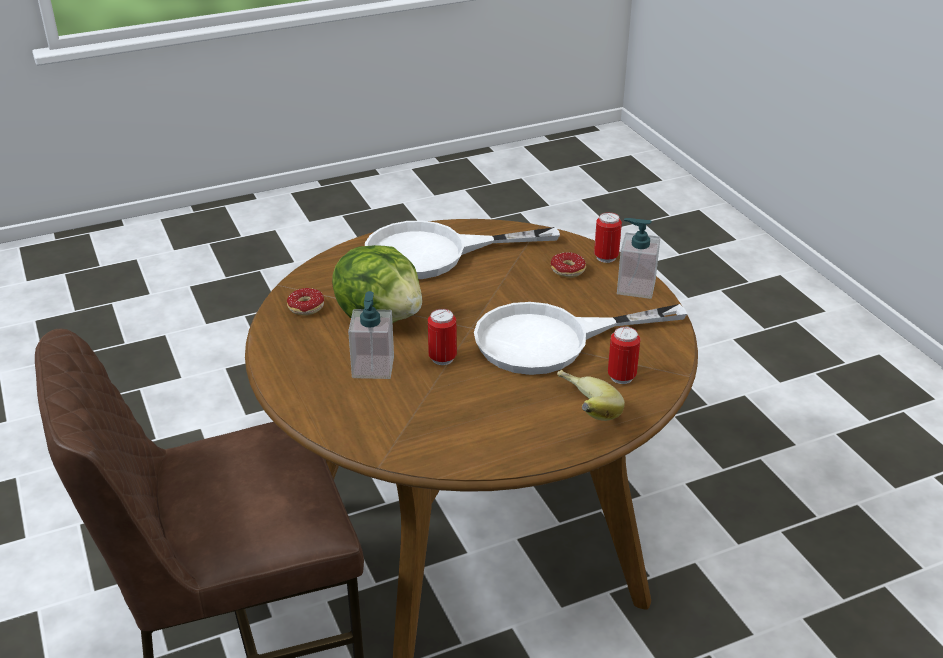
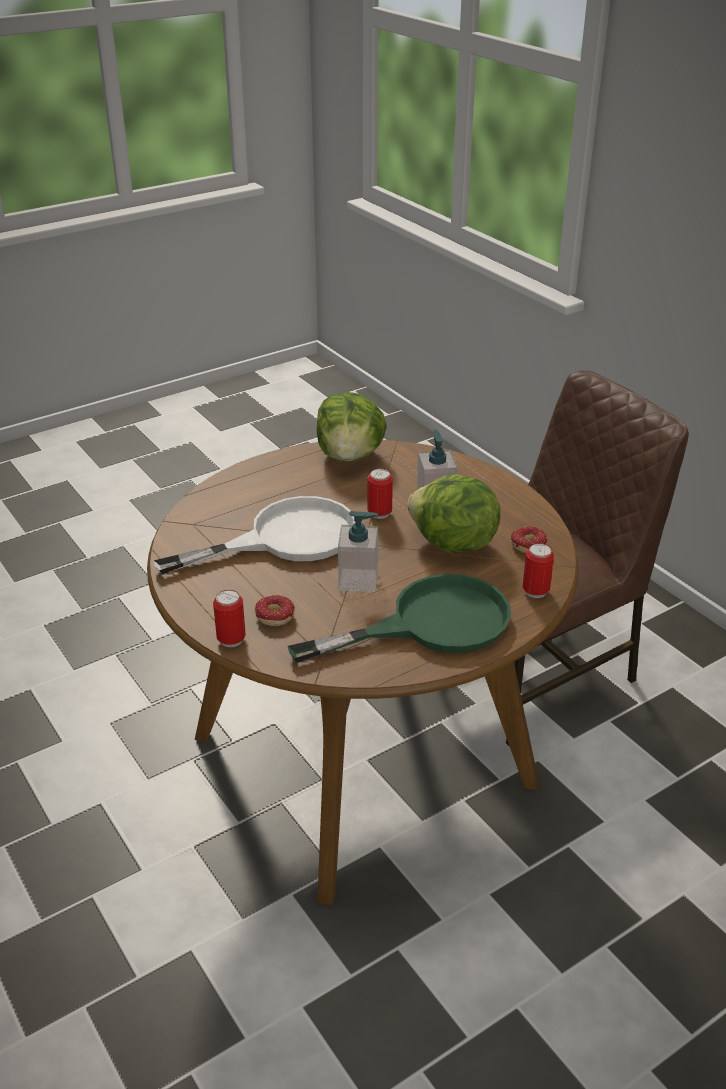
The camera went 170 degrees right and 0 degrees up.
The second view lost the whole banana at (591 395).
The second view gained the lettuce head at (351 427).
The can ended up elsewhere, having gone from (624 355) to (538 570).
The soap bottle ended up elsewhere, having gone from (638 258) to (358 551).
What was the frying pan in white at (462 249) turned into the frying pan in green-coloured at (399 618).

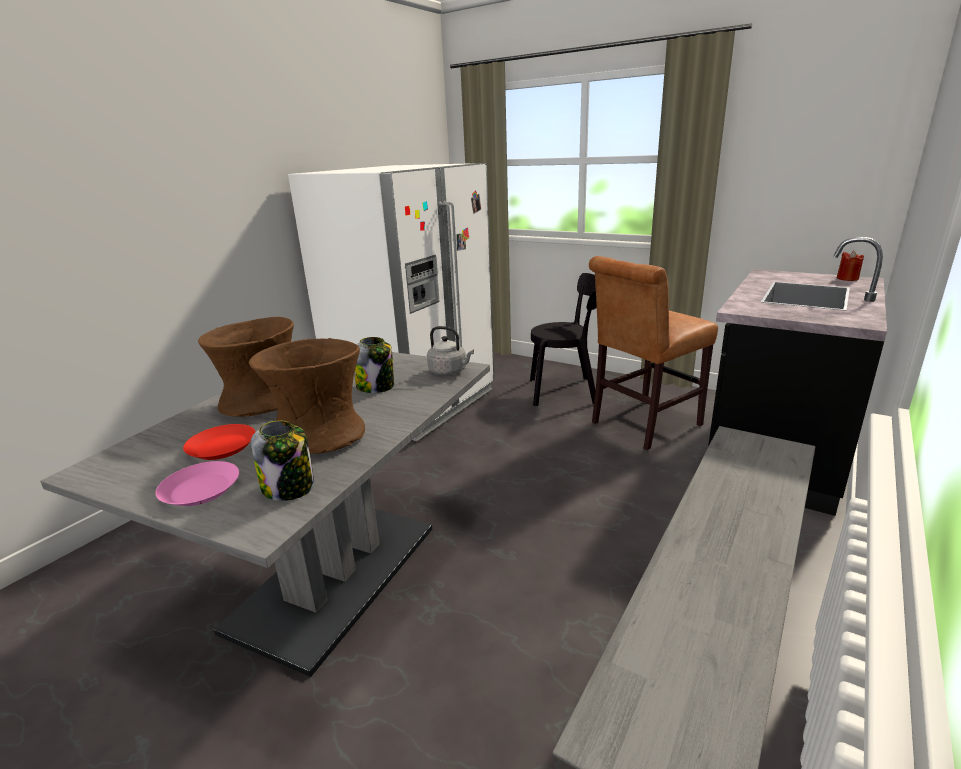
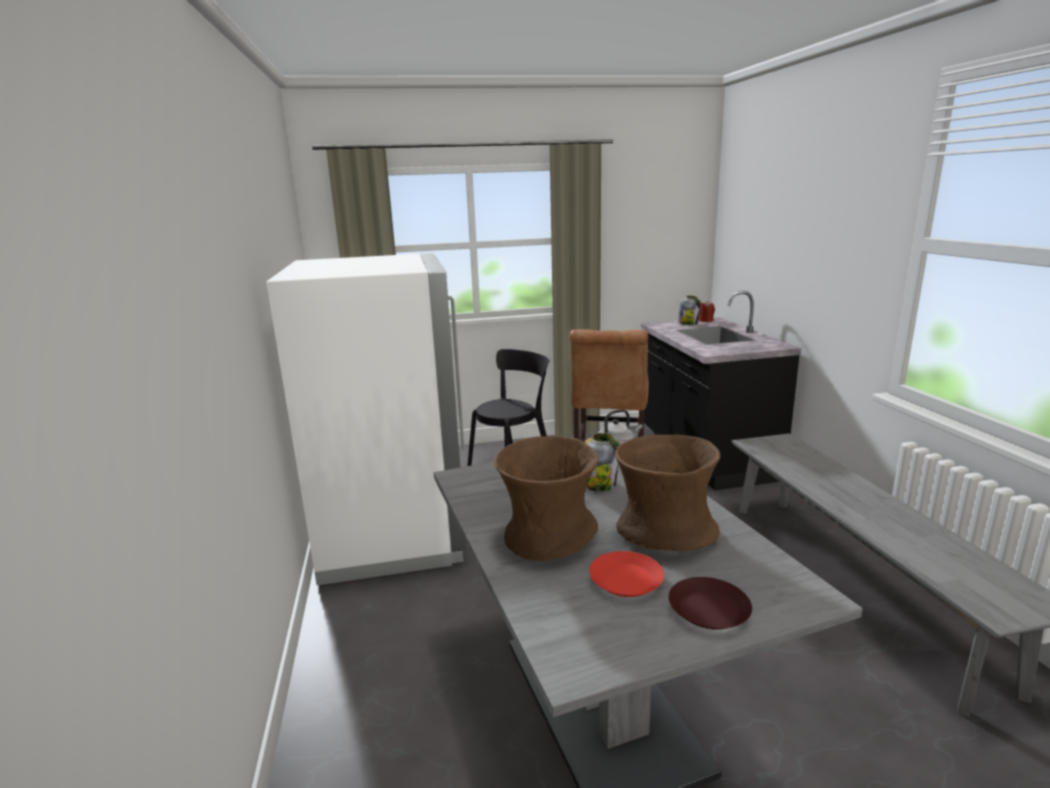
The camera went 45 degrees left and 5 degrees down.
The jar ended up elsewhere, having gone from (282 461) to (689 310).
What was the dinner plate in pink-coloured at (197 483) turned into the dinner plate in brown-coloured at (710 603).

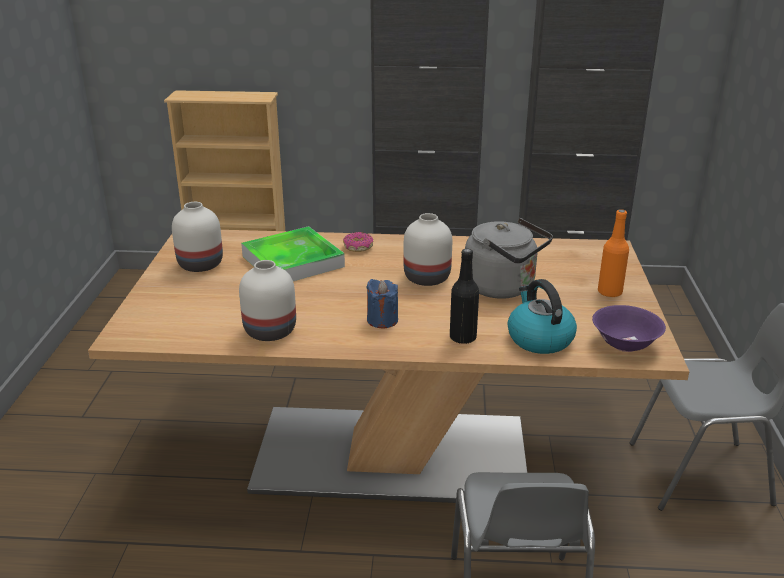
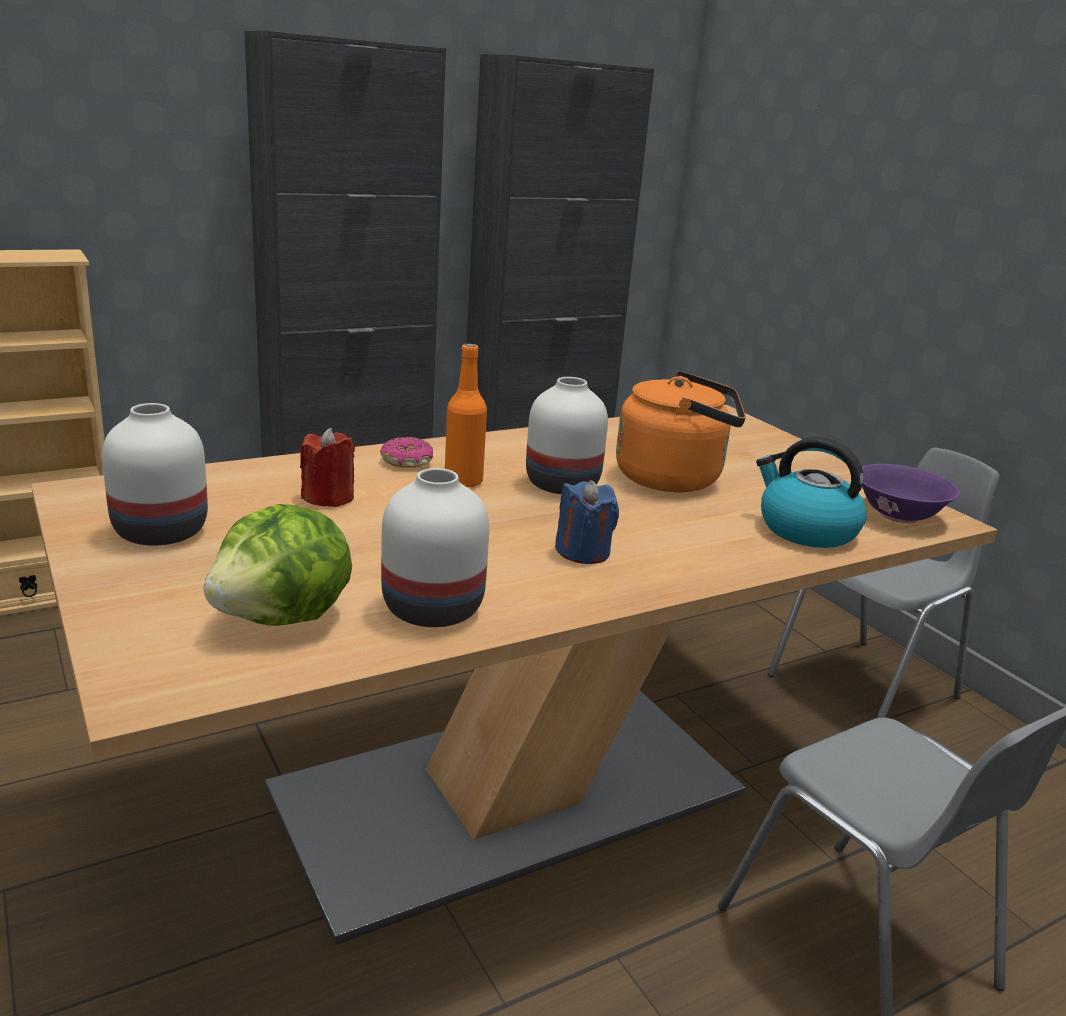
The camera went 35 degrees left and 5 degrees down.
The second view lost the bottle in black-coloured at (464 296).
The second view gained the lettuce head at (277 565).
The bottle in orange ended up elsewhere, having gone from (613 253) to (466 416).
Where the serving tray stood at (293 253), the wax candle in red-coloured came to stand at (327 467).
What was the kettle in gray at (509 258) turned into the kettle in orange at (681 431).

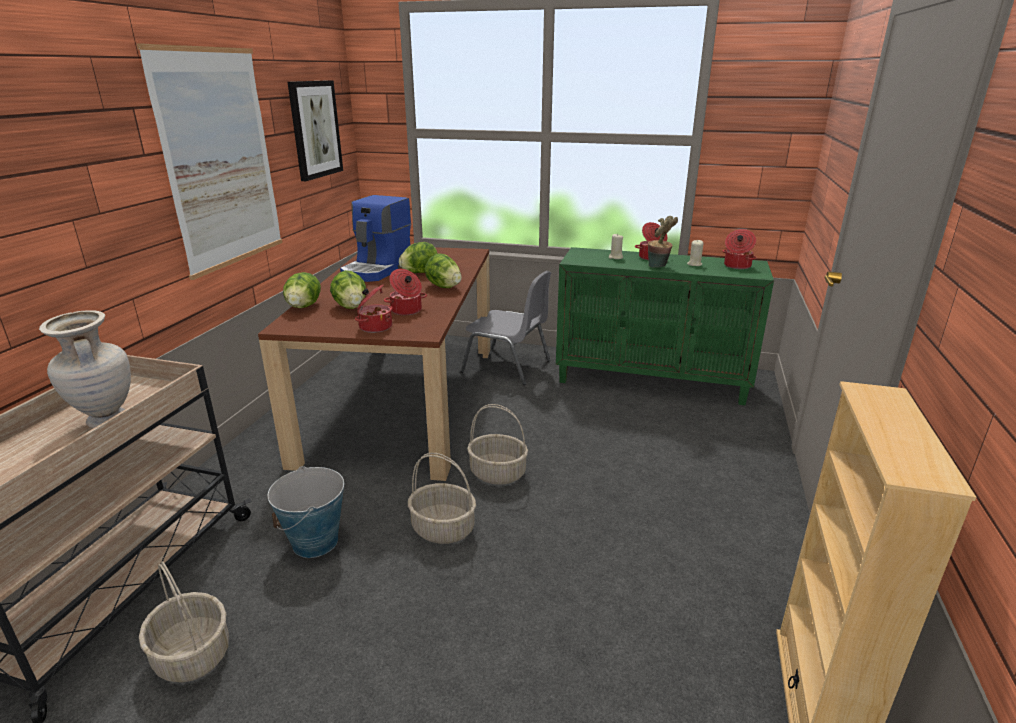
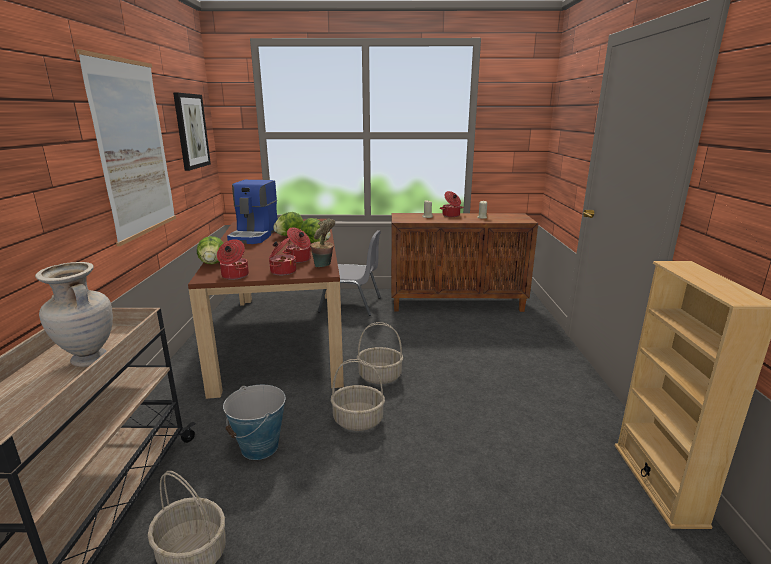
The camera went 15 degrees left and 5 degrees down.
The second view lost the lettuce head at (348 289).
The houseplant ended up elsewhere, having gone from (663 242) to (323 243).
The cooking pot ended up elsewhere, having gone from (739 249) to (233 259).
What was the cabinet in green-coloured at (665 326) turned into the cabinet in brown-coloured at (464 262).

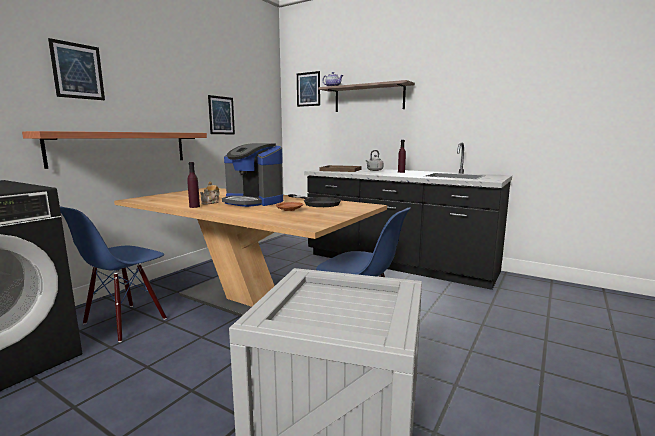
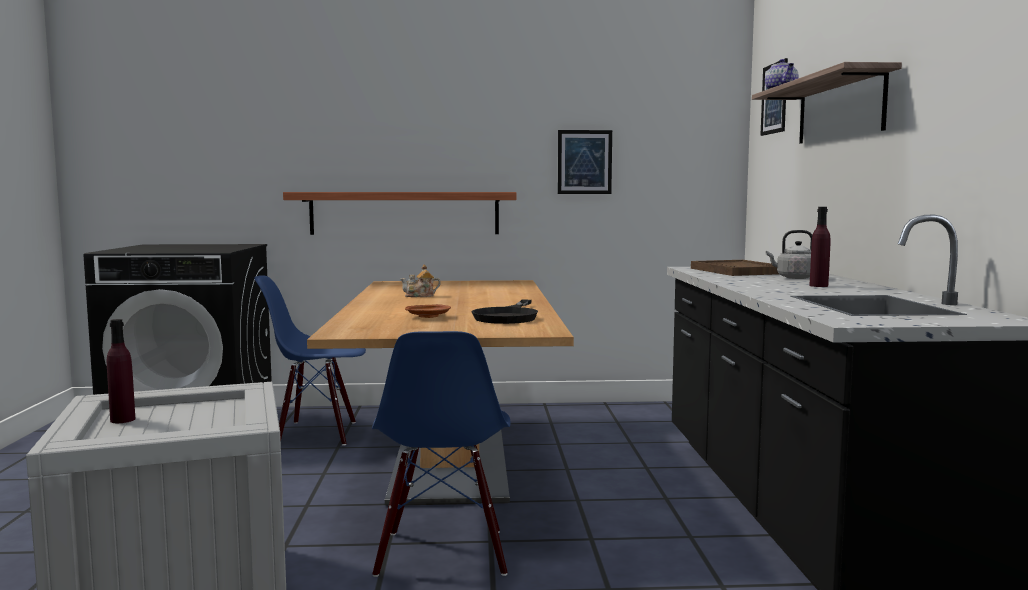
The camera went 55 degrees right and 5 degrees down.
The second view lost the picture at (76 69).
The second view lost the coffee machine at (252 175).
The bottle in purplish ended up elsewhere, having gone from (193 185) to (121 371).

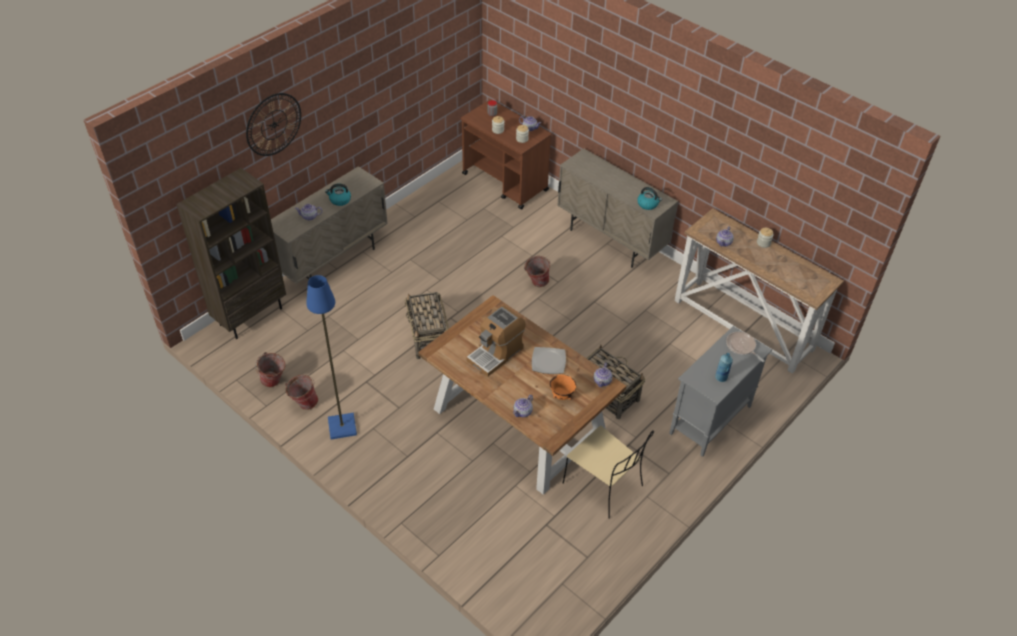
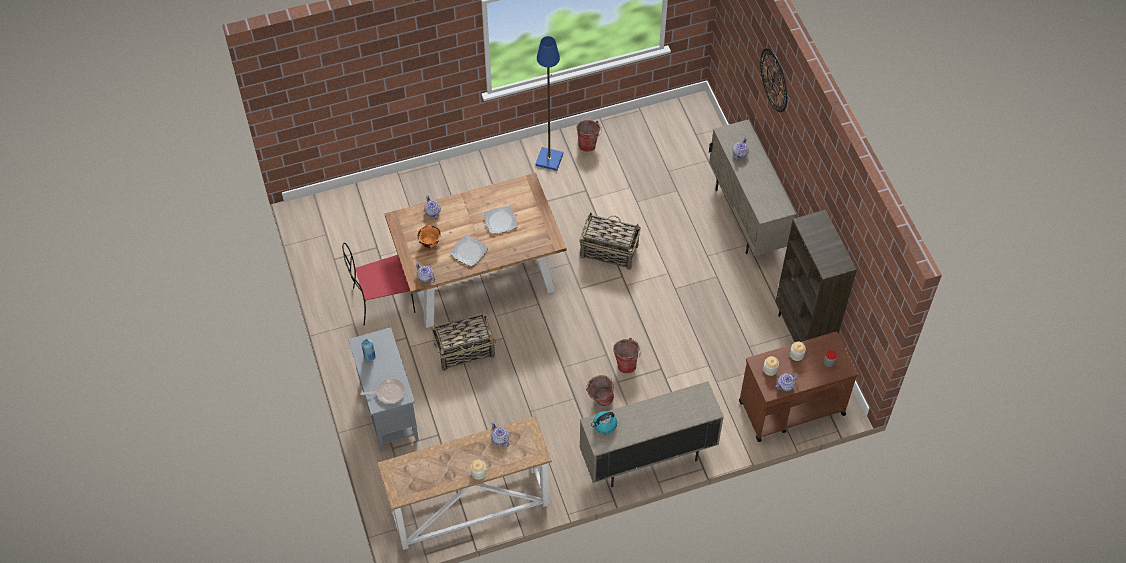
The camera went 120 degrees right and 10 degrees up.
The second view lost the kettle at (338 195).
The shelving unit in brown-coloured ended up elsewhere, having gone from (231 253) to (816 276).
The bucket ended up elsewhere, having gone from (270 369) to (600 390).
Where the coffee machine stood at (496 341), the dinner plate came to stand at (501 220).
What was the plain chair in beige-coloured at (608 472) turned into the plain chair in red-coloured at (378 284).

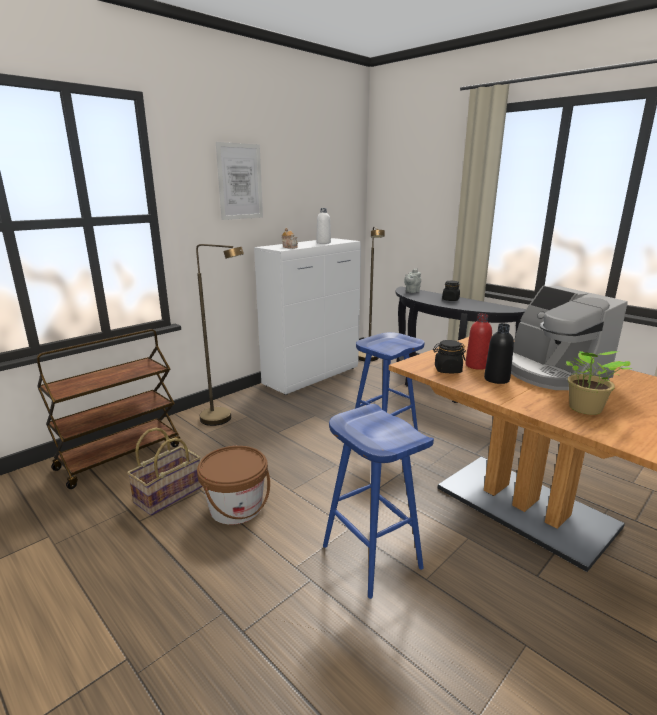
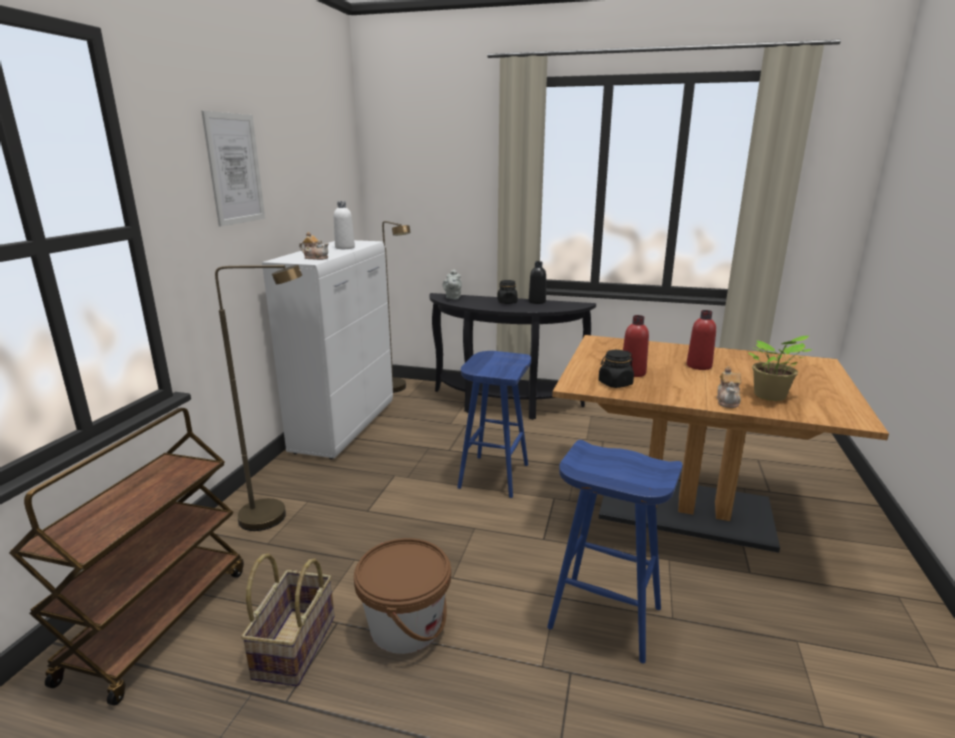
The camera went 30 degrees left and 0 degrees up.
The second view gained the pot for tea at (729 387).
The bottle in black-coloured ended up elsewhere, having gone from (499 353) to (537 282).
Where the coffee machine stood at (569 338), the bottle in red-coloured came to stand at (701 340).

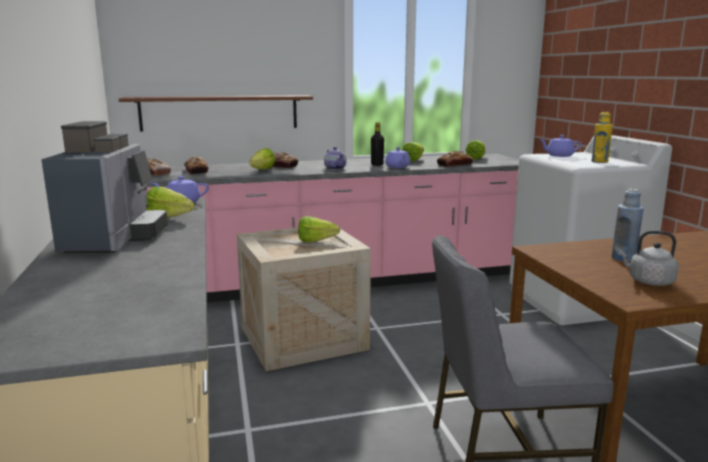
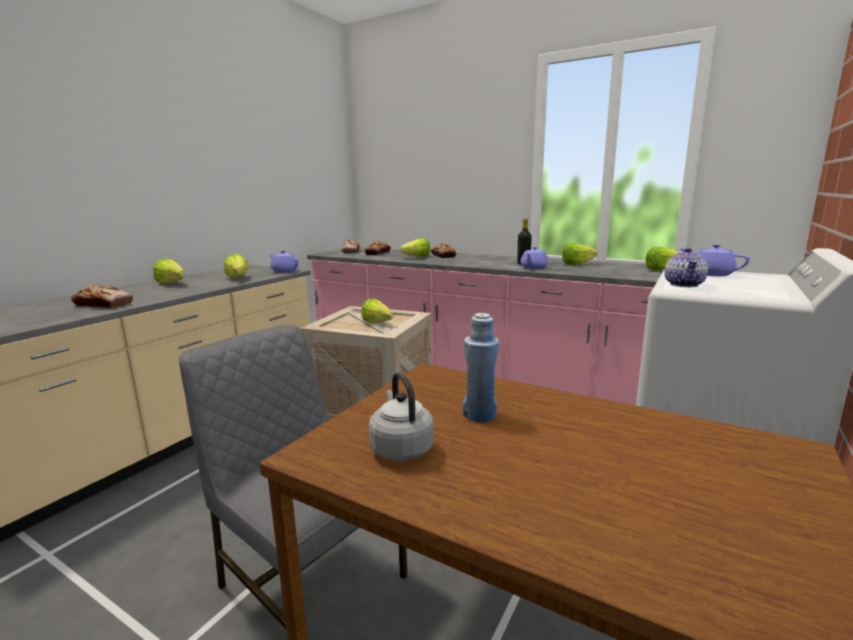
The camera went 45 degrees right and 0 degrees up.
The second view lost the wall shelf in brown-coloured at (216 113).
The second view lost the bottle in yellow at (602 137).
The pot for tea ended up elsewhere, having gone from (335 158) to (686 267).
The bakery bread ended up elsewhere, having gone from (455 159) to (102 296).
Where the coffee machine stood at (104 187), the lettuce head came to stand at (168 271).

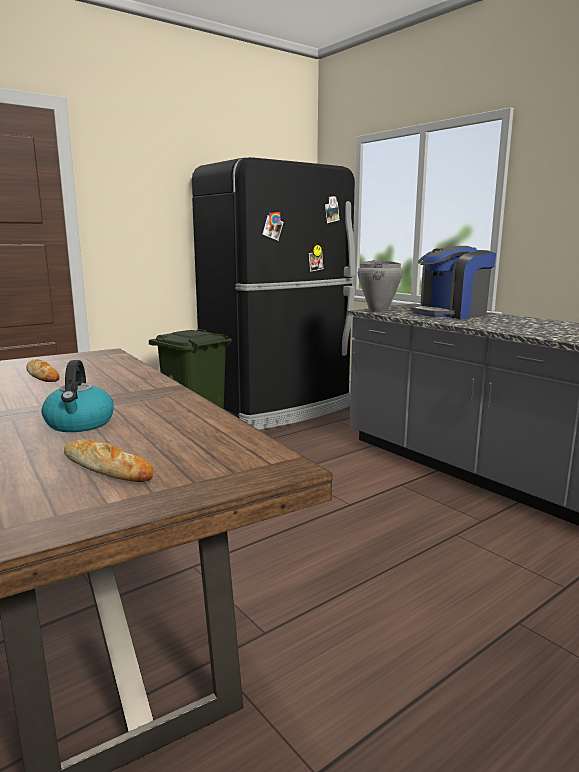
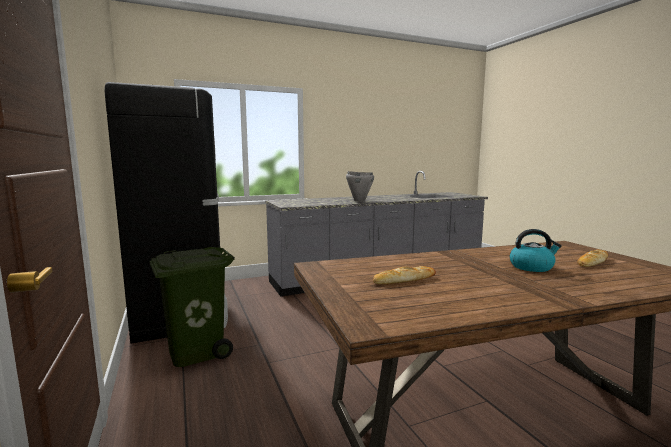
The camera went 75 degrees left and 5 degrees down.
The second view lost the coffee machine at (453 282).
The cooking pot in gray ended up elsewhere, having gone from (380 286) to (360 186).

